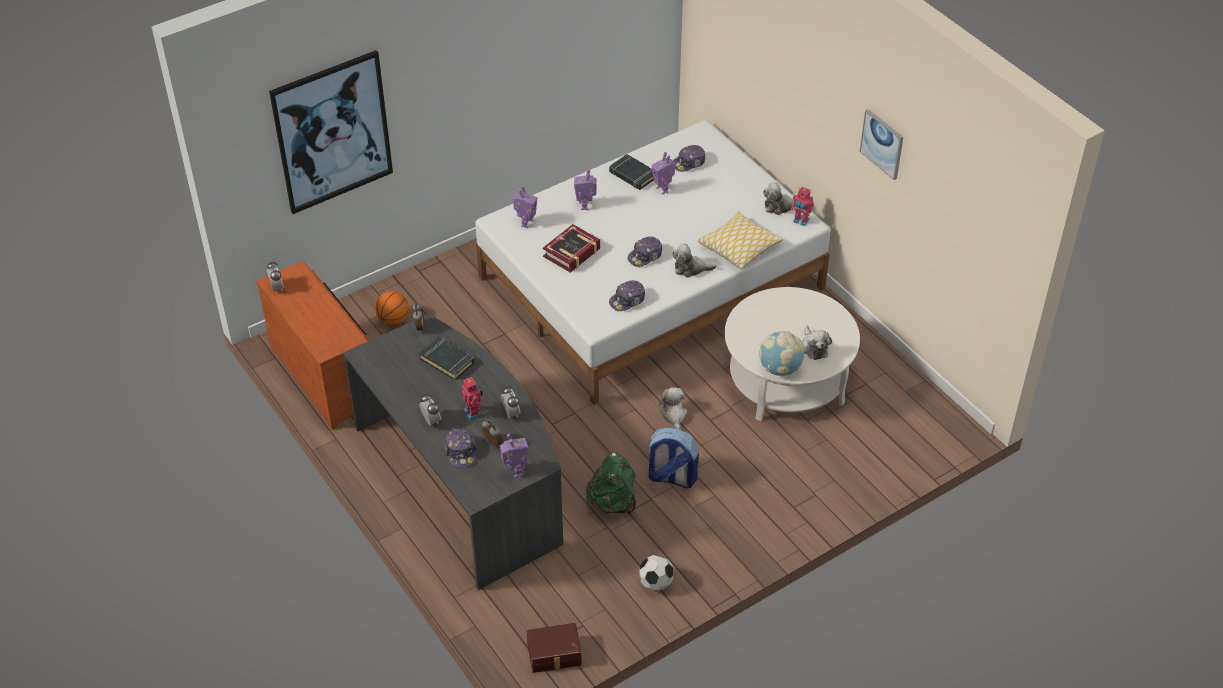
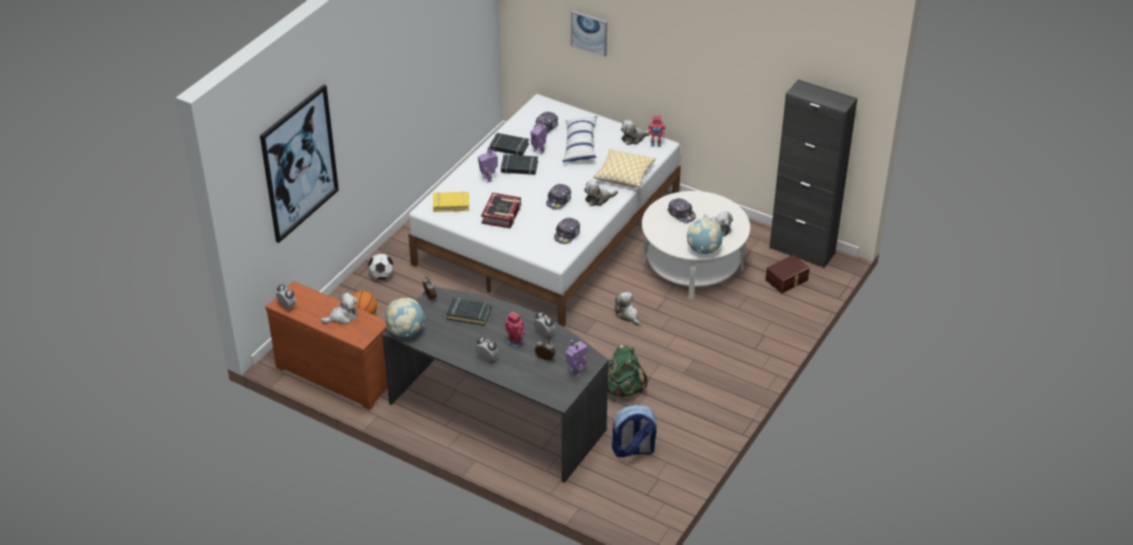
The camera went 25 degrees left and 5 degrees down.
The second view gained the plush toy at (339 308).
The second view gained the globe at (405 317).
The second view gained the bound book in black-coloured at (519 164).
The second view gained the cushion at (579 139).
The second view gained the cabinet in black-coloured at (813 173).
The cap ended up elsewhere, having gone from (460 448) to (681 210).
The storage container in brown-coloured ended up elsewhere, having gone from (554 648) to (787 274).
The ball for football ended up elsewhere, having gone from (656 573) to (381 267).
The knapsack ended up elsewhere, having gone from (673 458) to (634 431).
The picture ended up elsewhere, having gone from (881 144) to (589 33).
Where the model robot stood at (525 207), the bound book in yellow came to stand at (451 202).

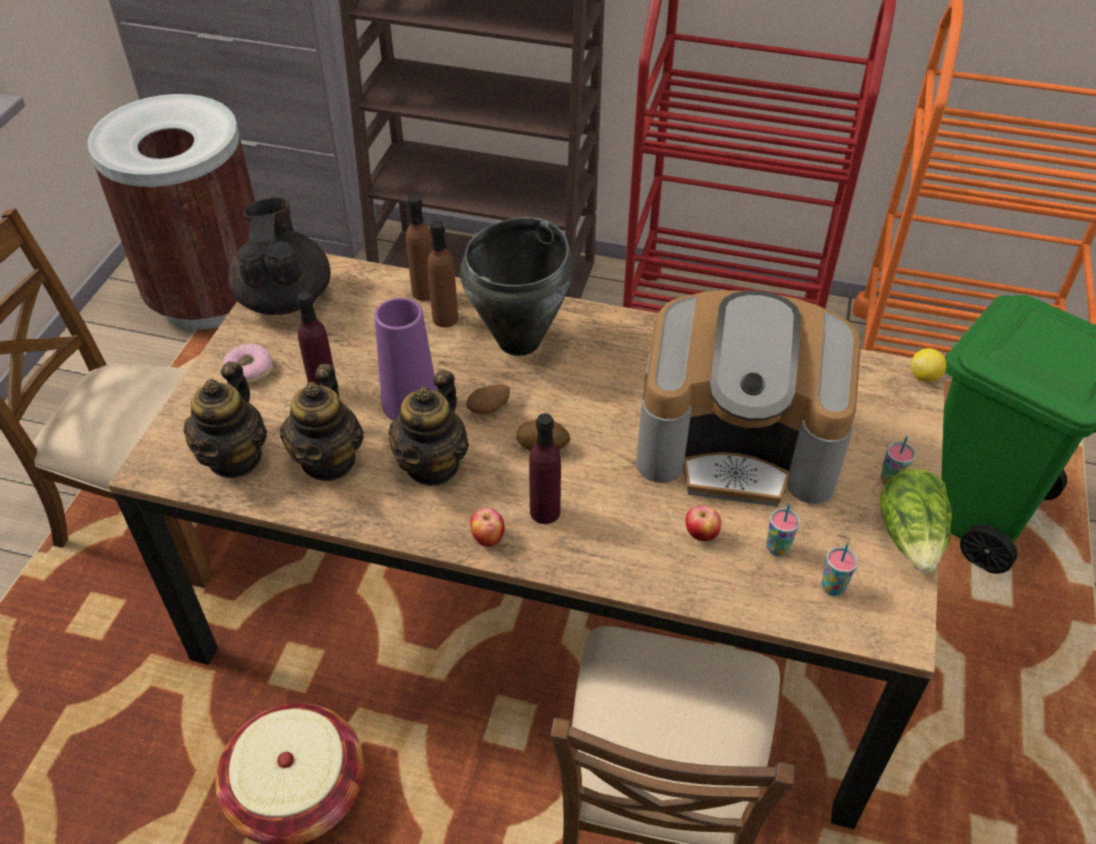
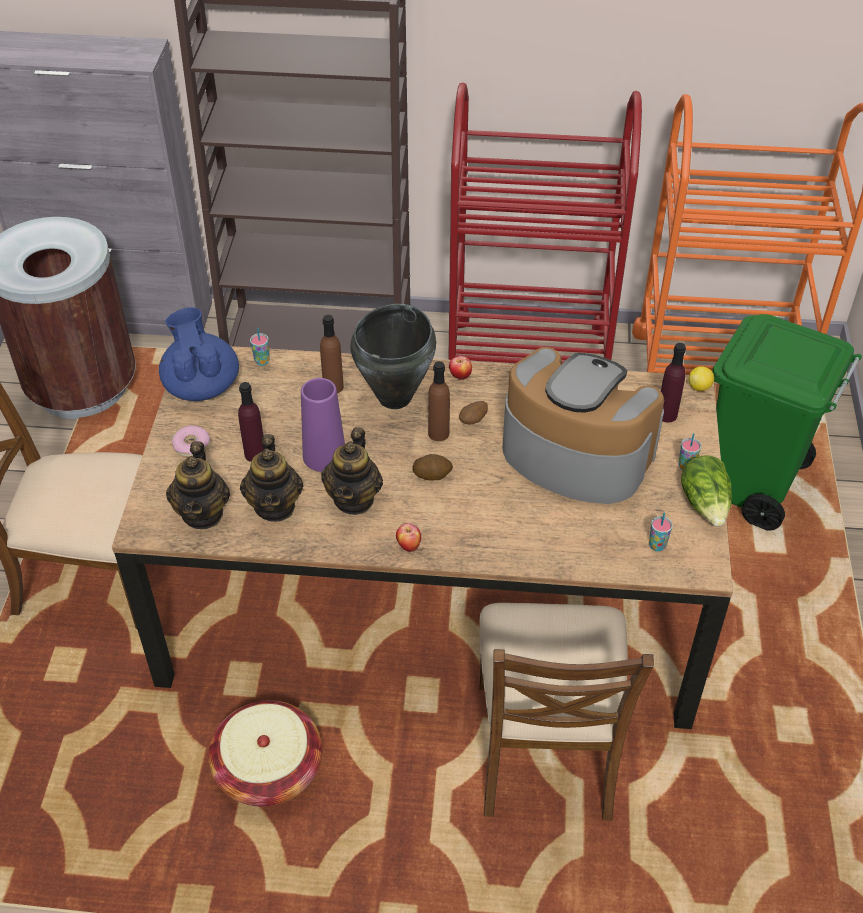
The camera went 10 degrees left and 0 degrees up.
The bottle in brown-coloured ended up elsewhere, having gone from (419 248) to (439 401).
The potato ended up elsewhere, having gone from (488 399) to (473 413).
The bottle in purplish ended up elsewhere, having gone from (545 468) to (673 383).
The apple ended up elsewhere, having gone from (703 523) to (460 368).
The small cup ended up elsewhere, having gone from (783 530) to (260 347).
What was the pot for tea in black-coloured at (280 256) turned into the pot for tea in bluish at (199 354).
The coffee machine at (748 398) ended up facing another way, 150 degrees counterclockwise from before.

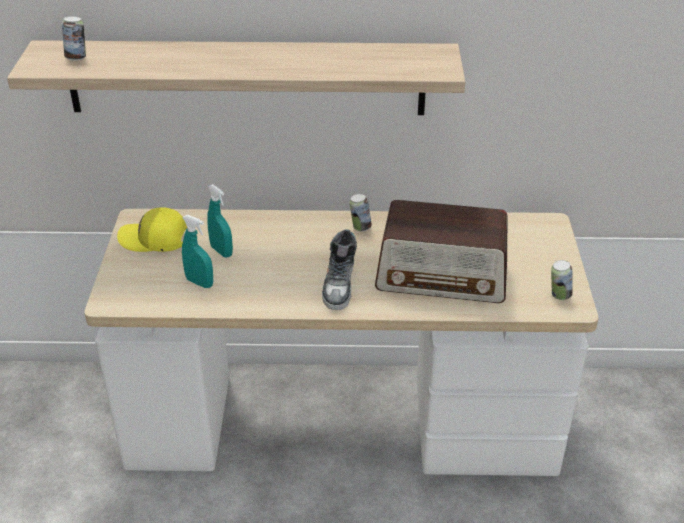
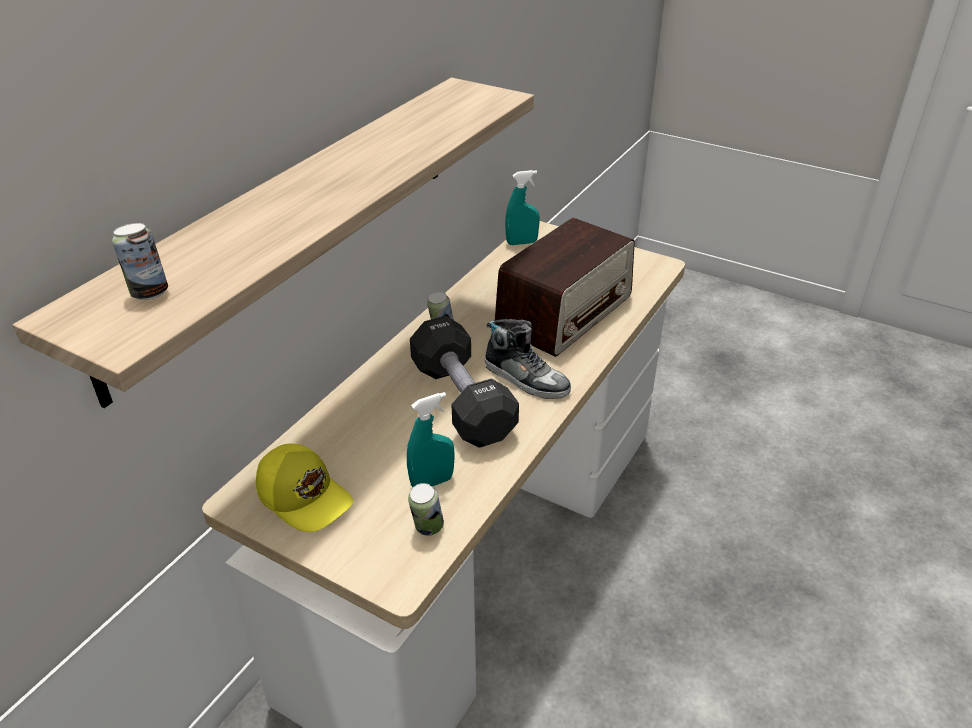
The camera went 60 degrees left and 0 degrees up.
The second view gained the dumbbell in black-coloured at (464 382).
The sprayer in blue-green ended up elsewhere, having gone from (220 221) to (522 207).
The can ended up elsewhere, having gone from (562 280) to (426 509).
The cap in yellow at (152 229) ended up facing another way, 90 degrees counterclockwise from before.

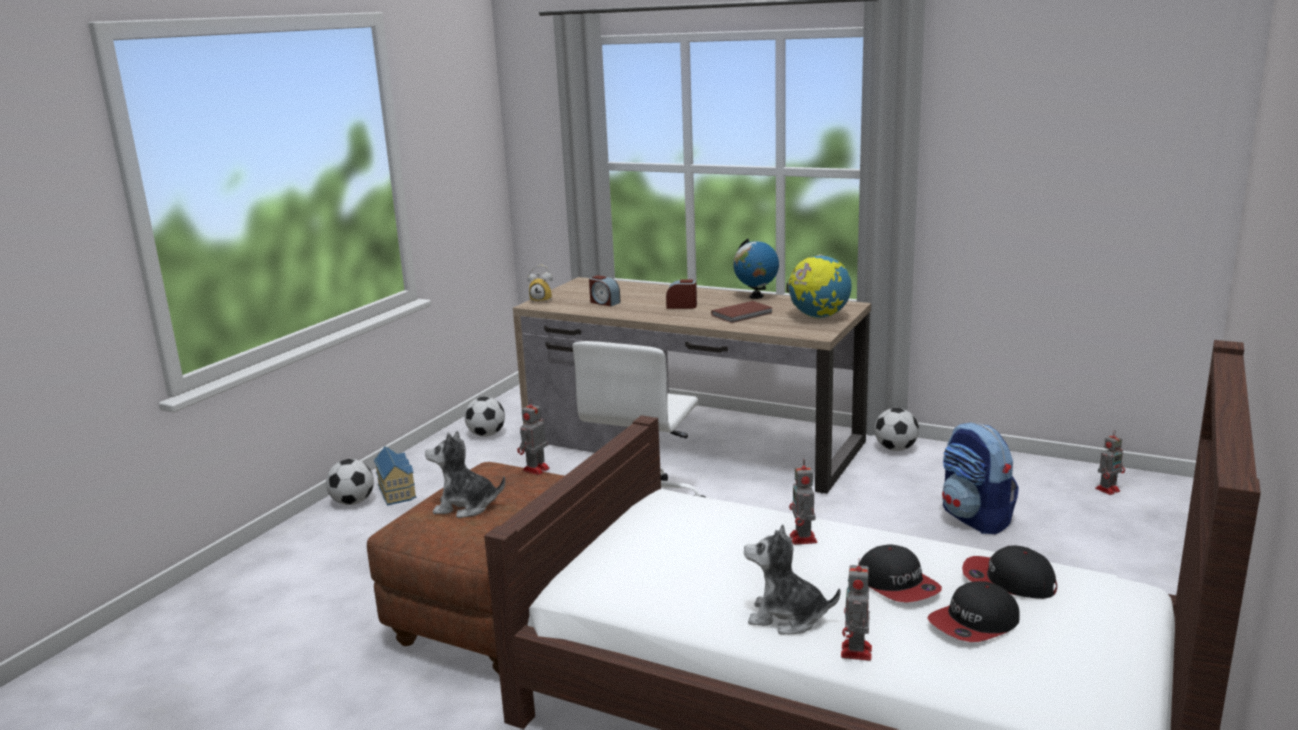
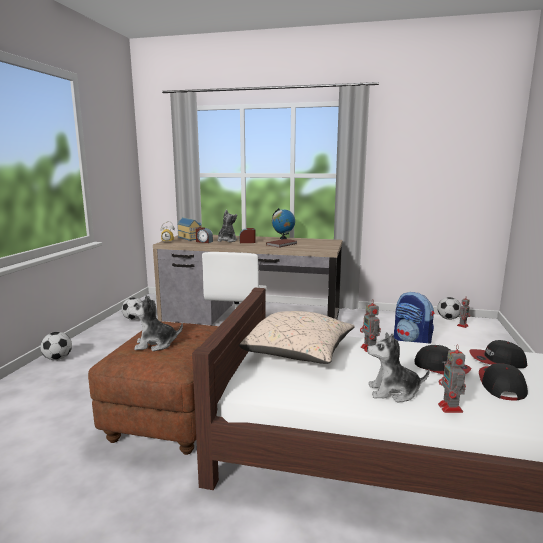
The camera went 15 degrees left and 5 degrees down.
The second view lost the model robot at (533 436).
The second view lost the globe at (819 286).
The second view gained the plush toy at (227 226).
The second view gained the cushion in beige-coloured at (297 337).
The miniature house ended up elsewhere, having gone from (395 476) to (189 229).
The ball for football ended up elsewhere, having gone from (896 429) to (449 308).
The cap at (973 611) ended up facing another way, 150 degrees clockwise from before.

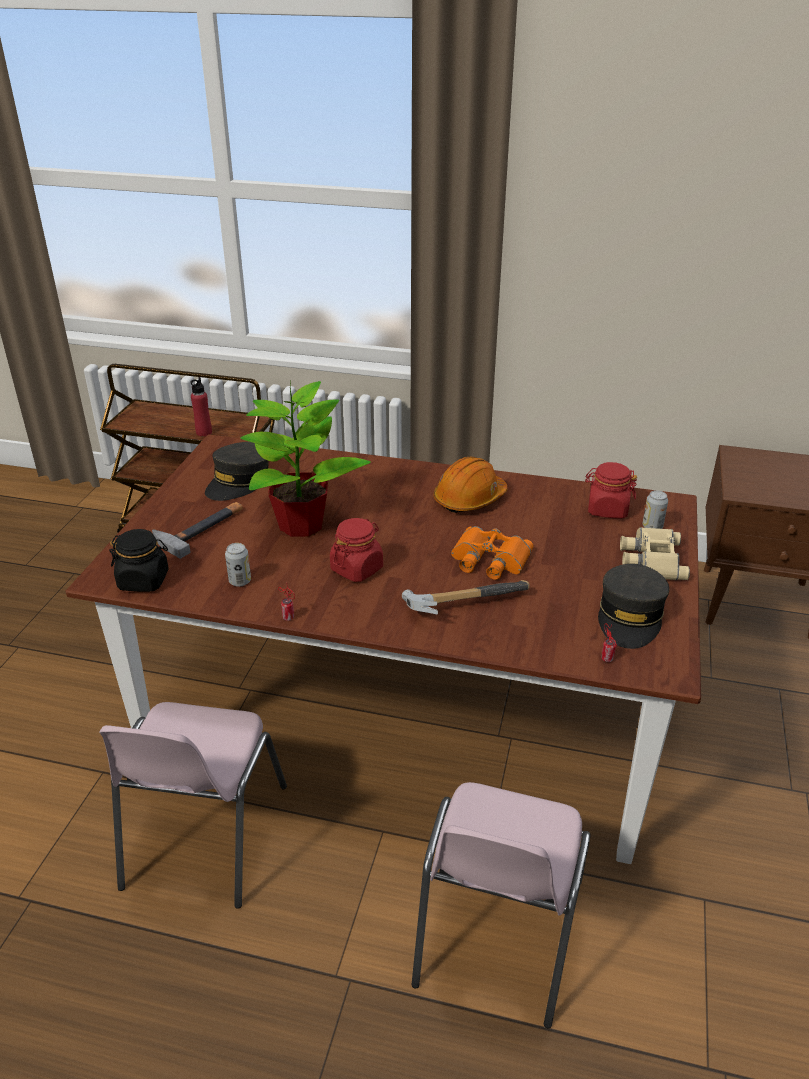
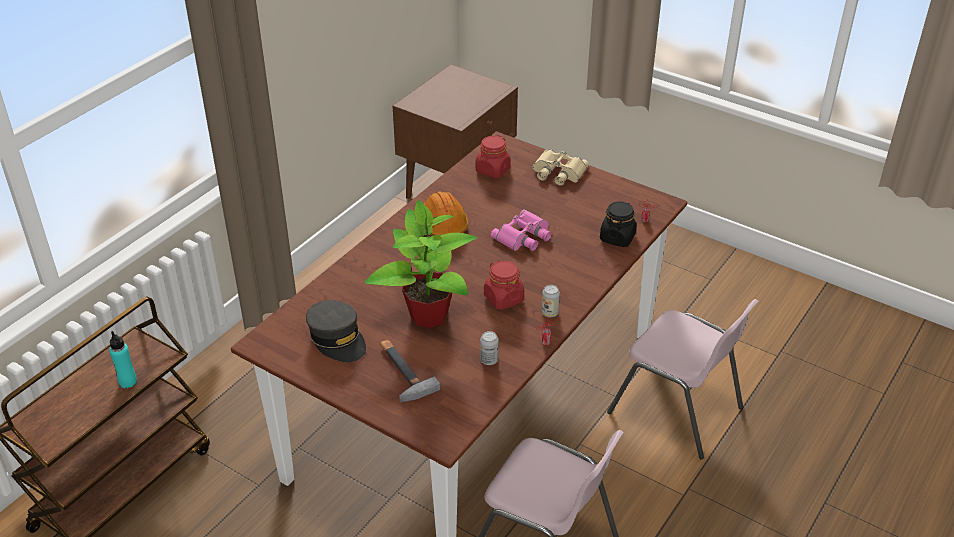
The camera went 70 degrees left and 5 degrees up.
The second view lost the tool hammer at (466 597).
The second view lost the cap in gray at (633 606).
The jar in black-coloured ended up elsewhere, having gone from (139 560) to (618 224).
The can ended up elsewhere, having gone from (655 509) to (551 301).
What was the bottle in red-coloured at (201 406) turned into the bottle in blue-green at (123 359).
What was the pair of binoculars in orange at (492 553) turned into the pair of binoculars in pink-coloured at (521 230).

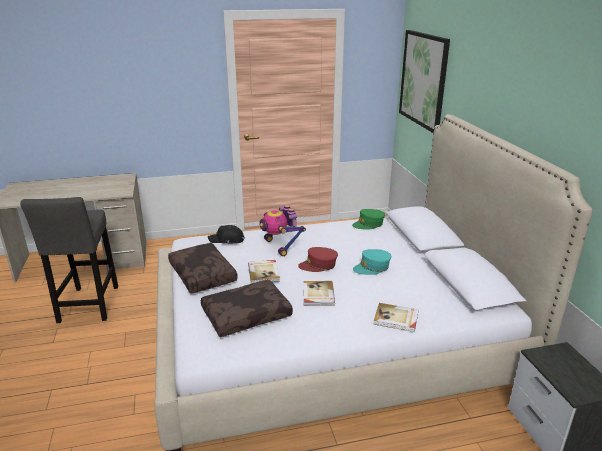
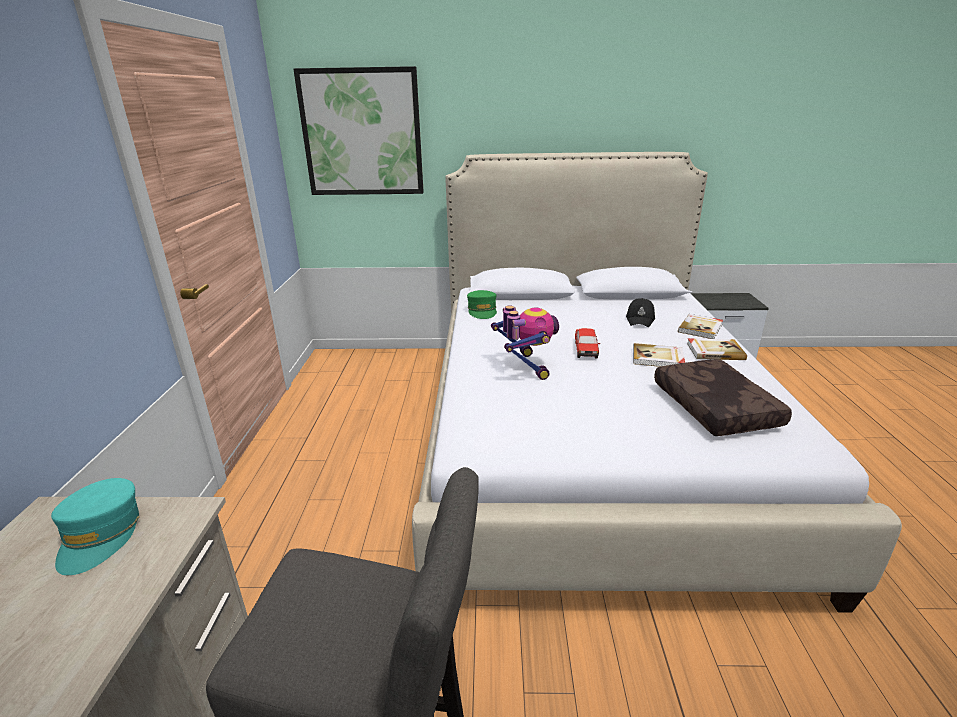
The camera went 75 degrees left and 0 degrees up.
The second view lost the cushion in brown-coloured at (203 268).
The cap in black-coloured ended up elsewhere, having gone from (226 234) to (640 312).
The bound book ended up elsewhere, having gone from (264 272) to (717 349).
The cap in blue-green ended up elsewhere, having gone from (372 262) to (95 526).
Where the cap in red-coloured stood at (318 259), the miniature car came to stand at (587 343).
The model robot at (282 230) ended up facing another way, 90 degrees counterclockwise from before.

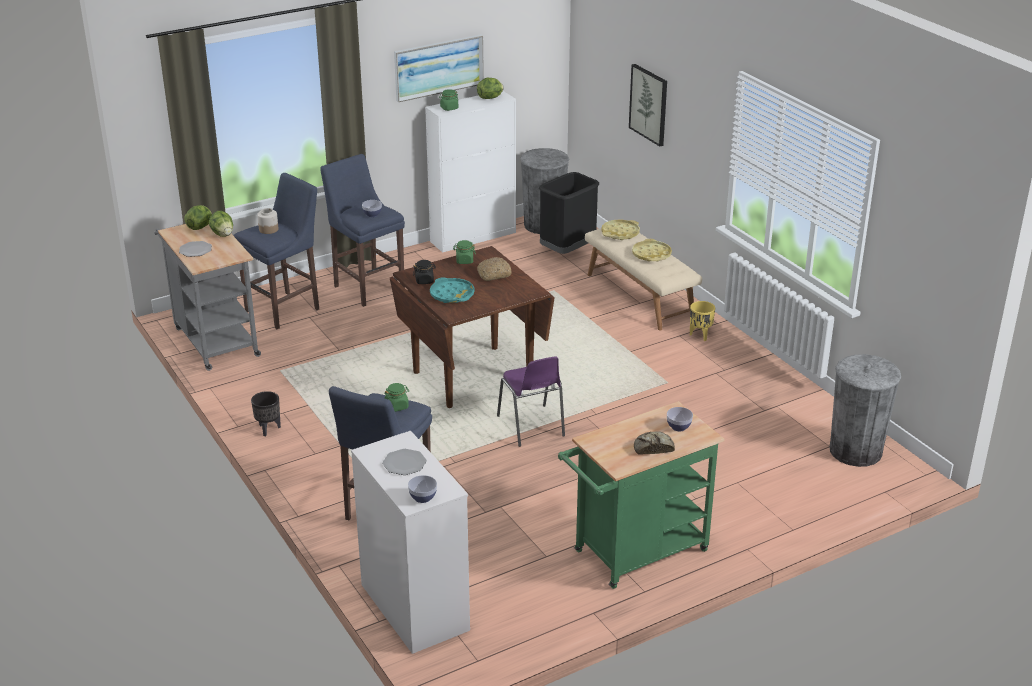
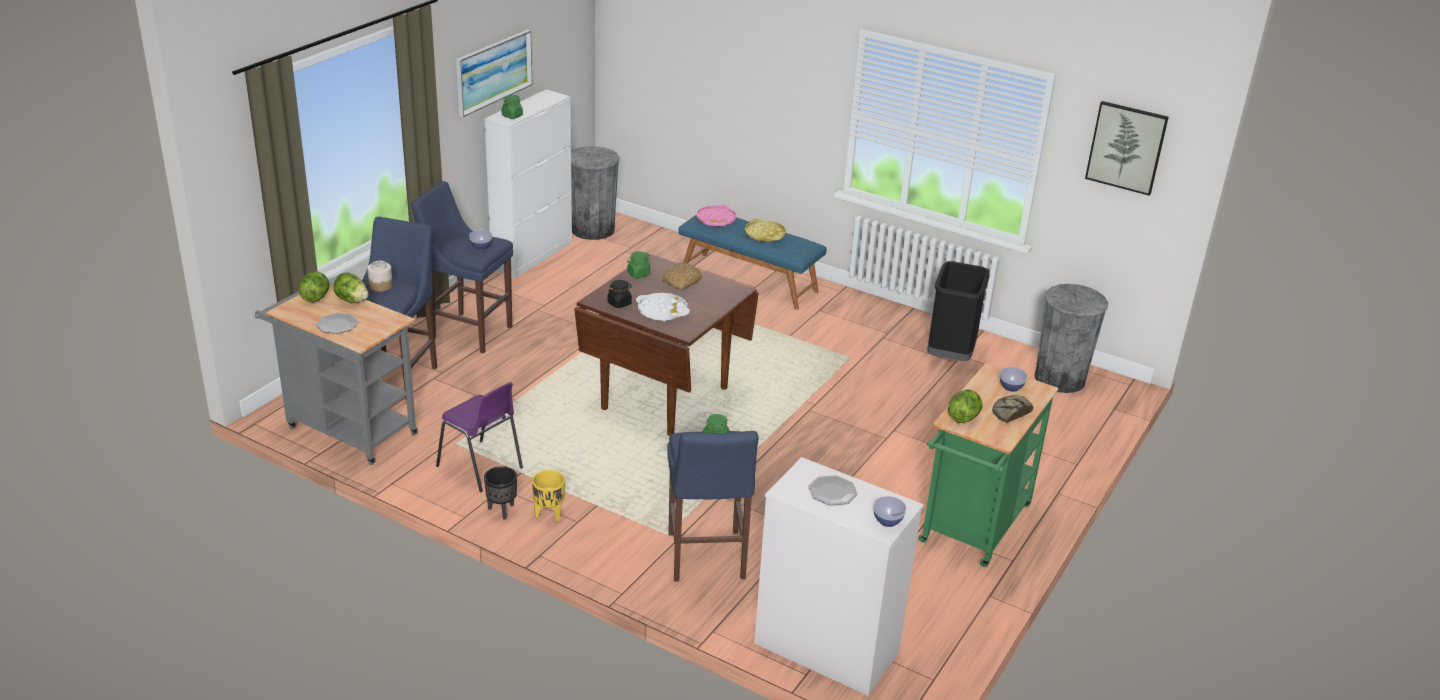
The camera went 30 degrees left and 0 degrees up.
The lettuce head ended up elsewhere, having gone from (490 88) to (965 406).
The plain chair in purplish ended up elsewhere, having gone from (531 401) to (479 437).
The trash can in black-coloured ended up elsewhere, having gone from (569 213) to (958 311).
The picture ended up elsewhere, having gone from (648 105) to (1127 148).
The flower pot in yellow ended up elsewhere, having gone from (702 321) to (548 495).
What was the serving tray in blue-green at (452 290) turned into the serving tray in white at (663 307).
What was the bench in beige-coloured at (643 280) turned into the bench in bluish at (752 262).
What was the serving tray in yellow at (620 230) turned into the serving tray in pink-coloured at (716 215).

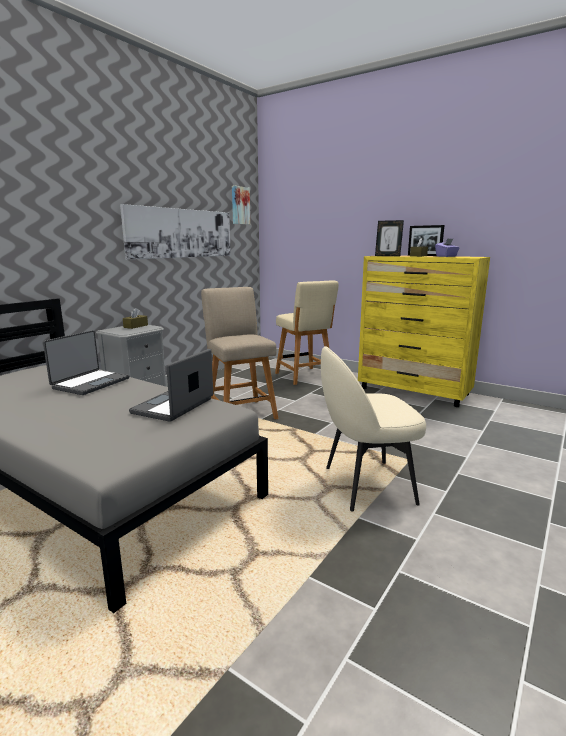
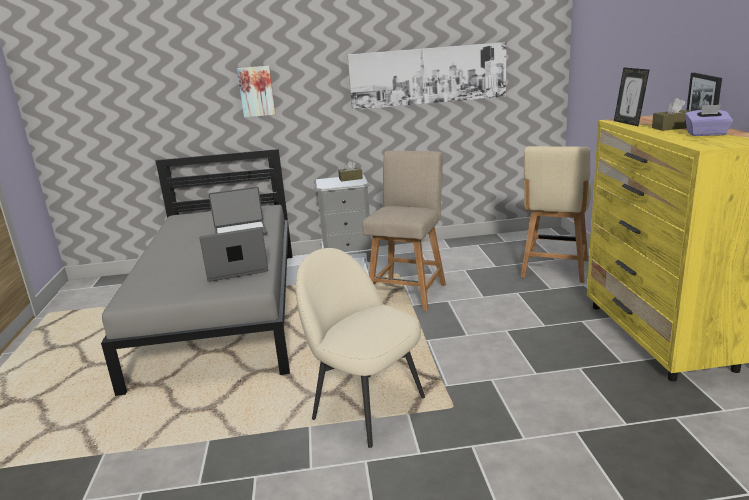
The camera went 50 degrees right and 5 degrees up.
The picture ended up elsewhere, having gone from (241 205) to (256 91).

